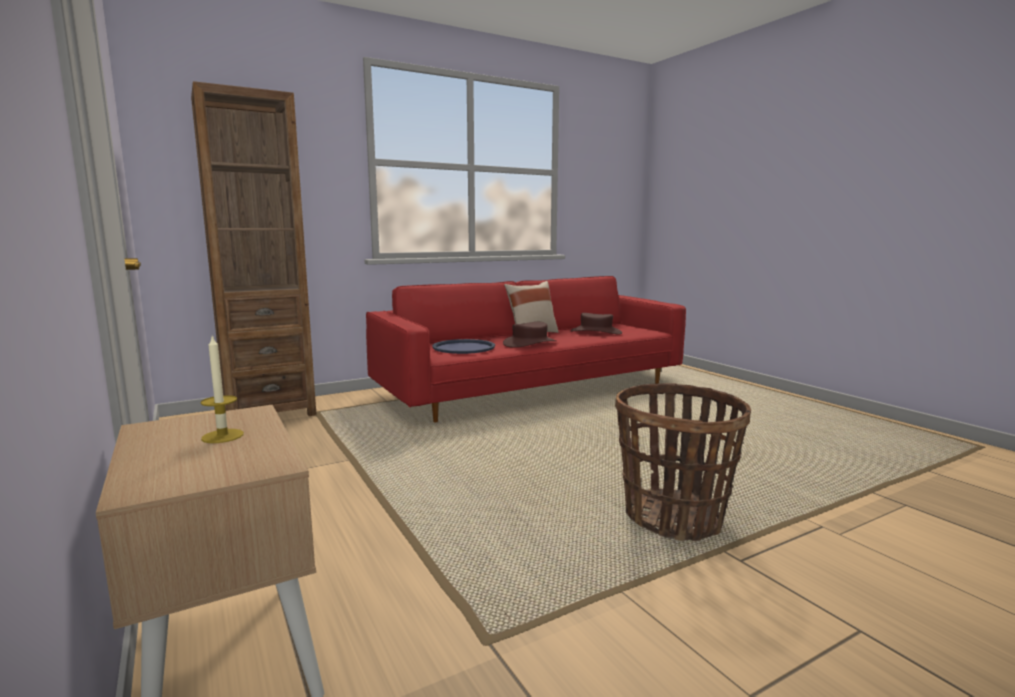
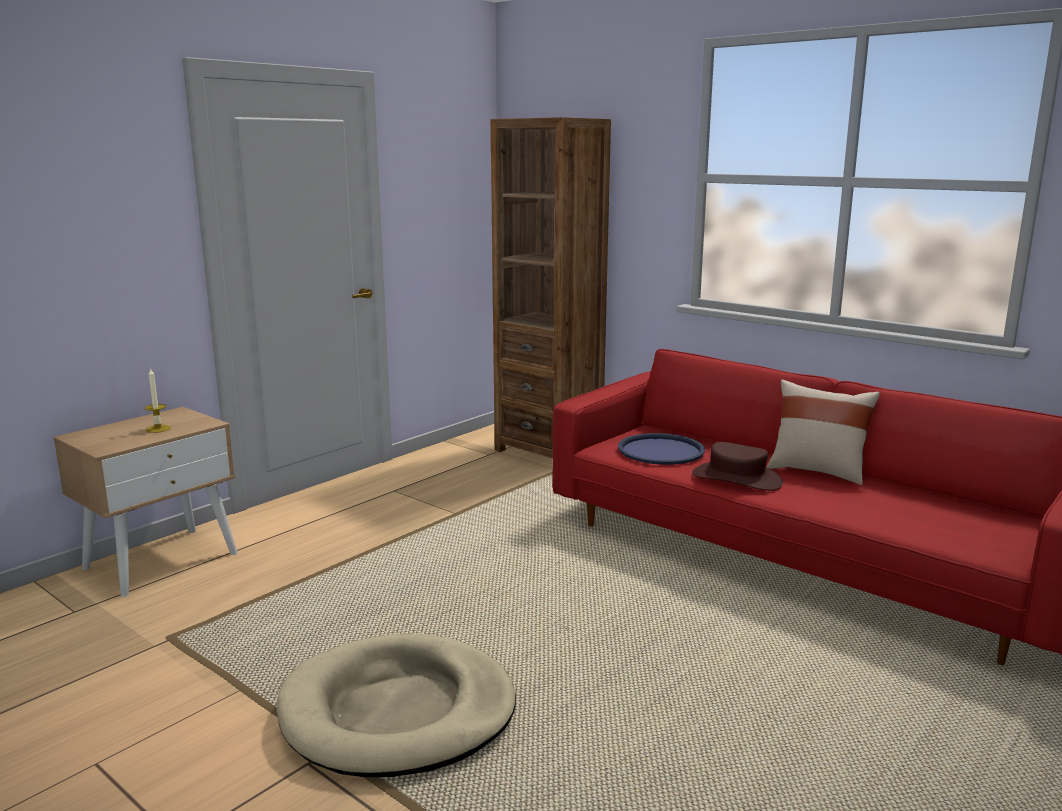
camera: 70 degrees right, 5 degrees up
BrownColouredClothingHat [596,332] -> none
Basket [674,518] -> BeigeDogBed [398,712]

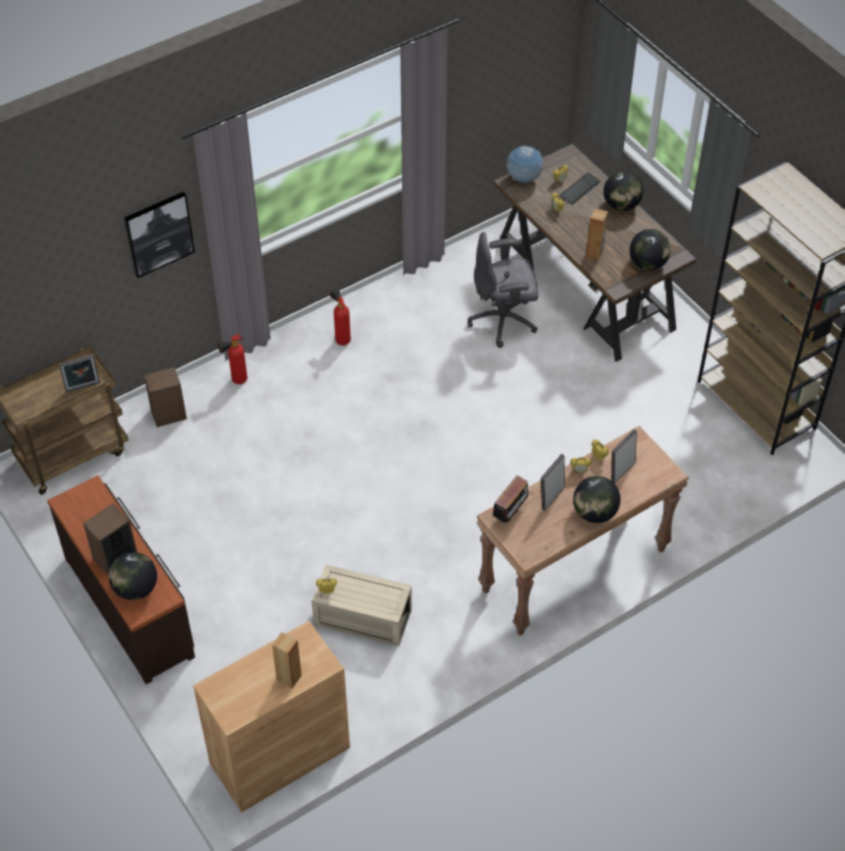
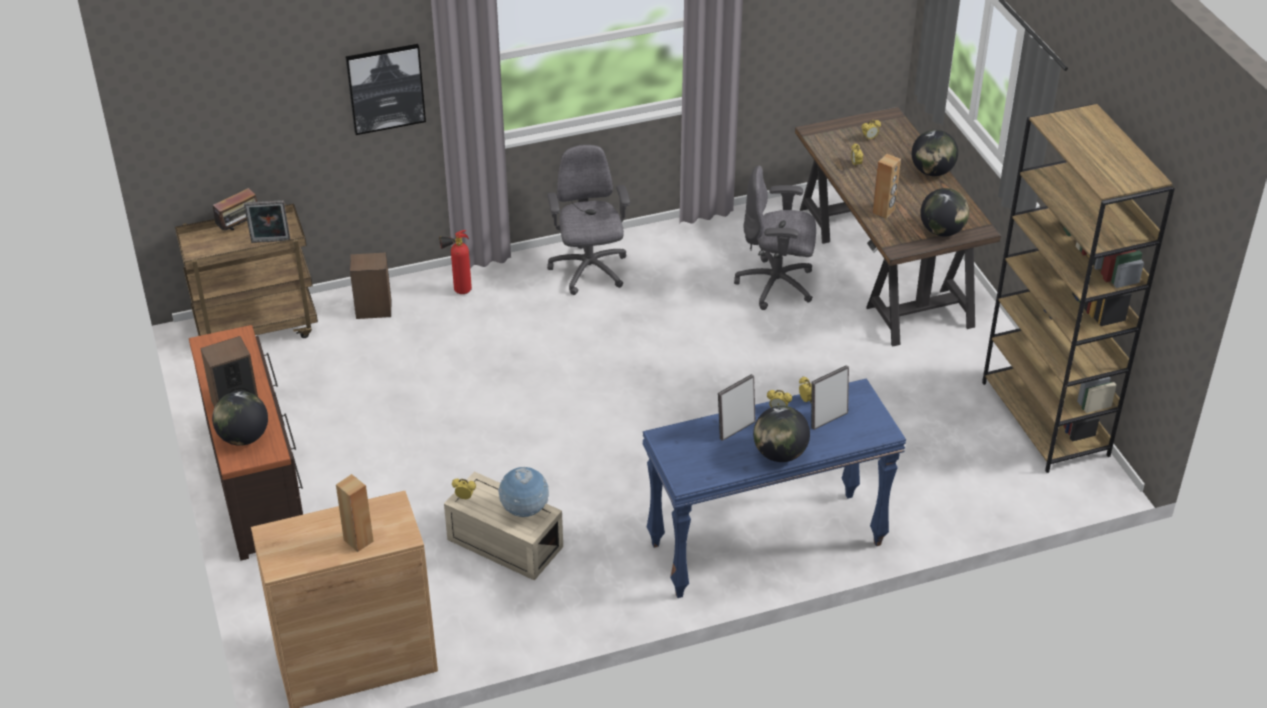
camera: 15 degrees right, 10 degrees down
FireExtinguisher [341,339] -> GrayDeskChair [589,271]
BrownColouredNarrowTable [574,571] -> BluishNarrowTable [766,546]
RadioReceiver [510,512] -> RadioReceiver [240,228], relocated
WorldGlobe [523,179] -> WorldGlobe [524,511], relocated
PcKeyboard [579,189] -> none

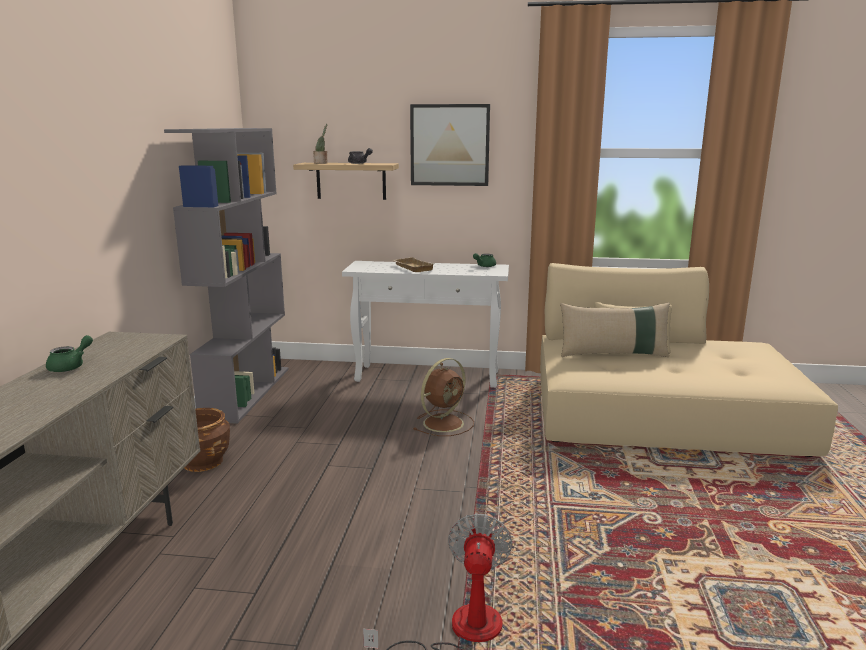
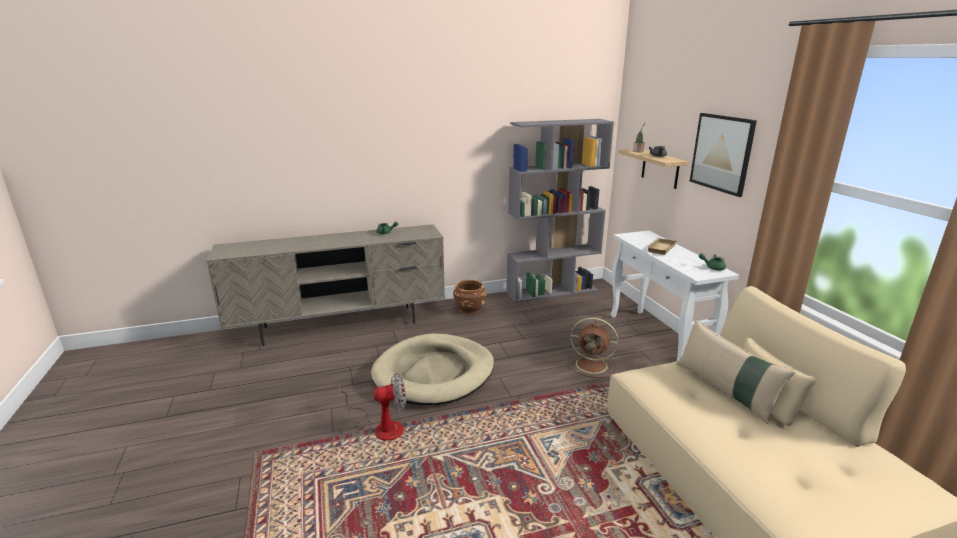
camera: 65 degrees right, 5 degrees up
none -> BeigeDogBed [434,373]

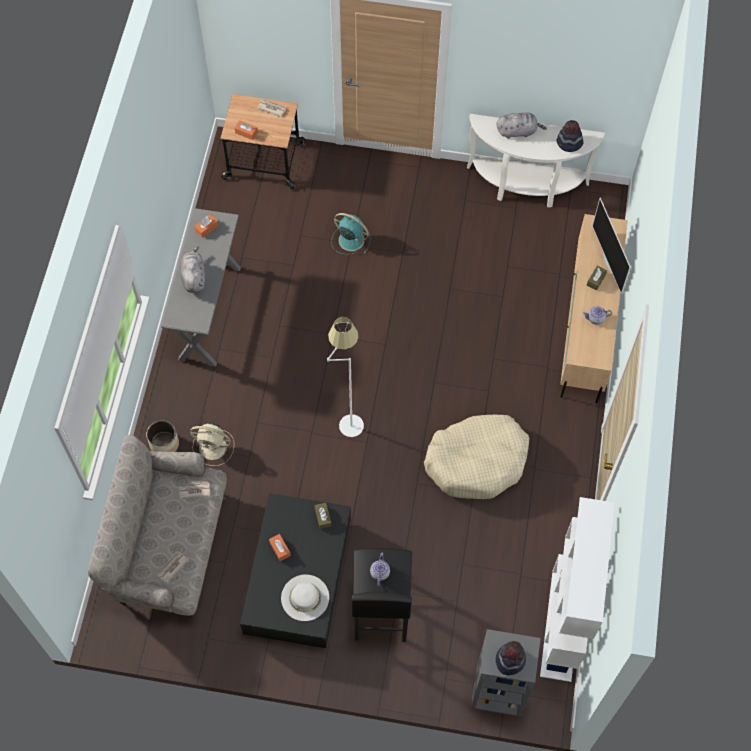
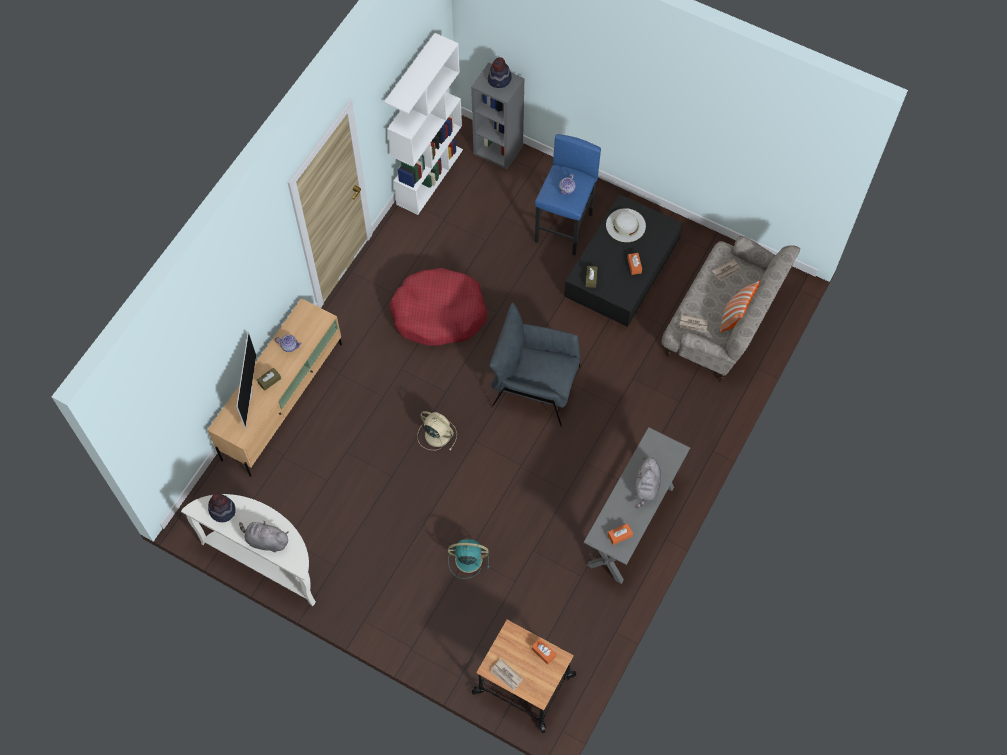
camera: 160 degrees left, 0 degrees up
PlantPot [164,443] -> none
BeigeCoolingFan [214,447] -> BeigeCoolingFan [436,434], relocated
WhitishFloorLamp [347,415] -> GrayArmchair [534,386]
TurquoiseCoolingFan [350,239] -> TurquoiseCoolingFan [467,559], 135 degrees clockwise
BlackishStoolSeat [380,610] -> BluishStoolSeat [564,228]
BeigeDogBed [477,461] -> RedColouredDogBed [438,314]
none -> ThrowPillow [735,317]

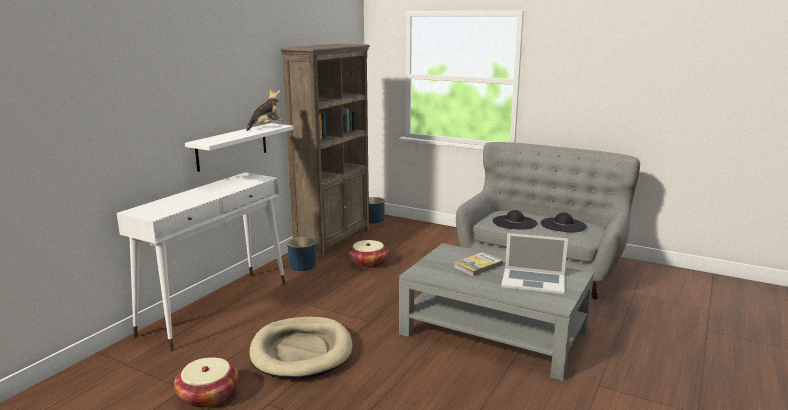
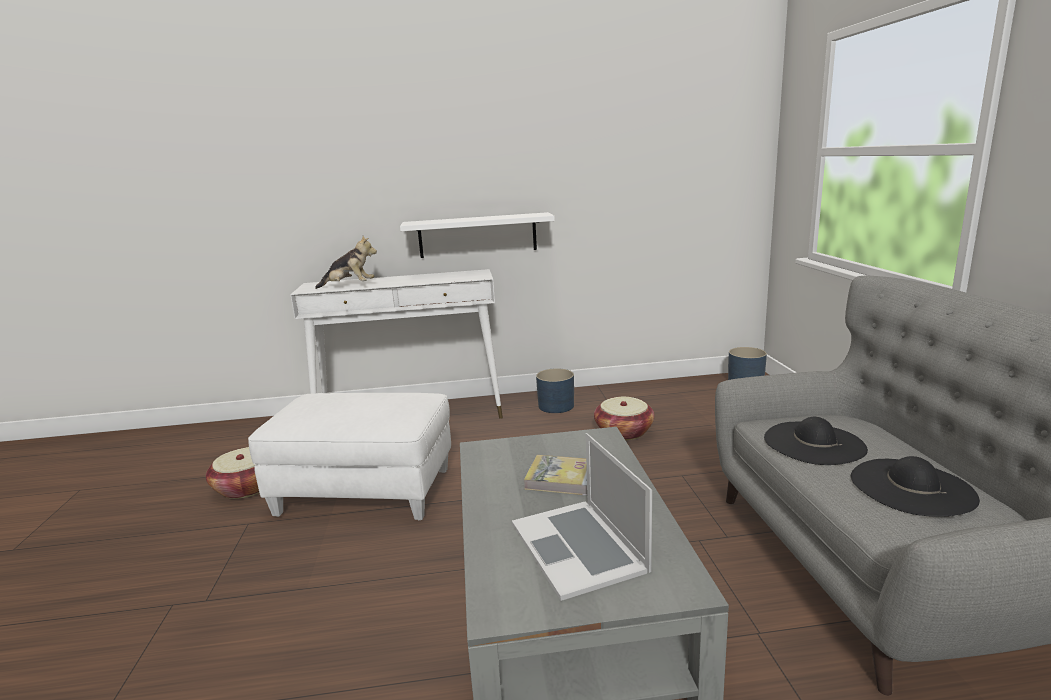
camera: 55 degrees right, 0 degrees up
CuddlyToy [266,127] -> CuddlyToy [349,286], relocated
BeigeDogBed [301,351] -> WhitishFootrest [366,492]
BrownColouredShelvingUnit [333,240] -> none

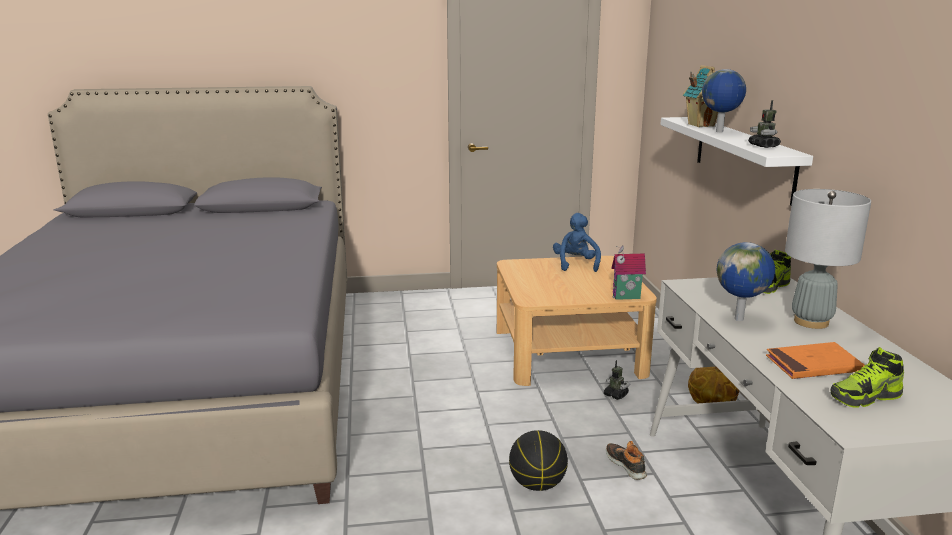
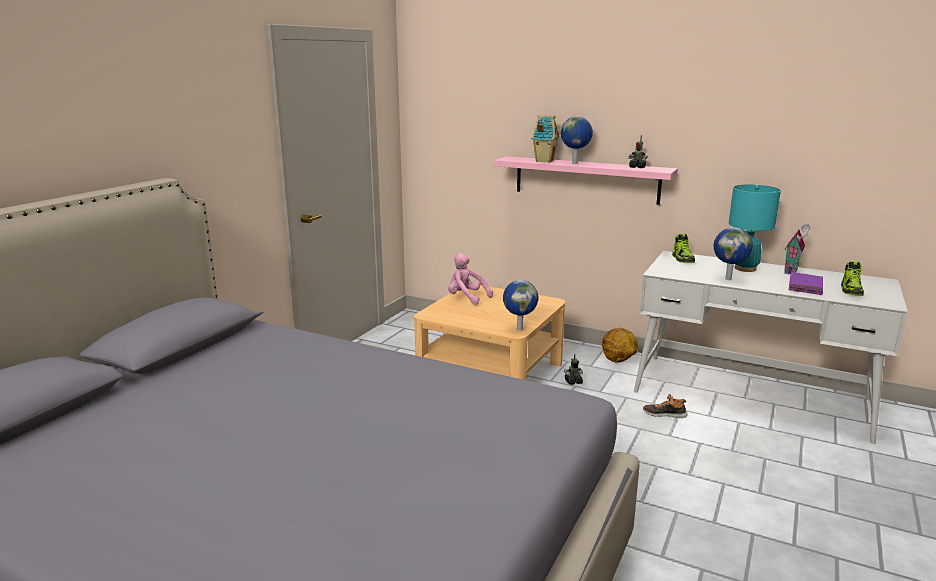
camera: 55 degrees left, 0 degrees up
Basketball [537,484] -> none
BluishCuddlyToy [575,264] -> PinkishCuddlyToy [466,298]
ToyHouse [626,297] -> ToyHouse [792,271], relocated
WhitishBracketShelf [743,157] -> PinkishBracketShelf [586,179]
OrangeyVolume [813,365] -> PurplishVolume [805,286]
GrayTabletopLamp [811,322] -> TurquoiseTabletopLamp [745,268]
none -> WorldGlobe [519,329]

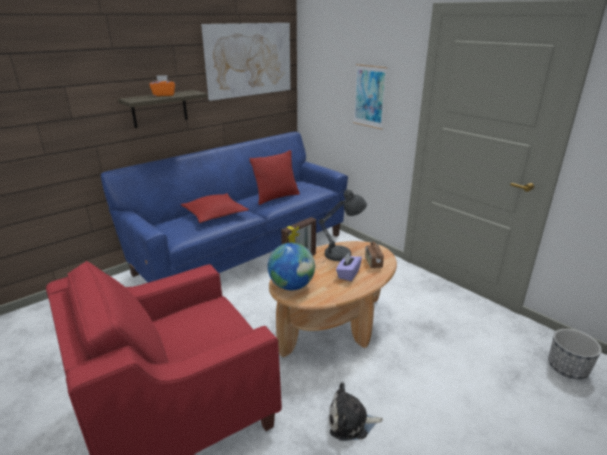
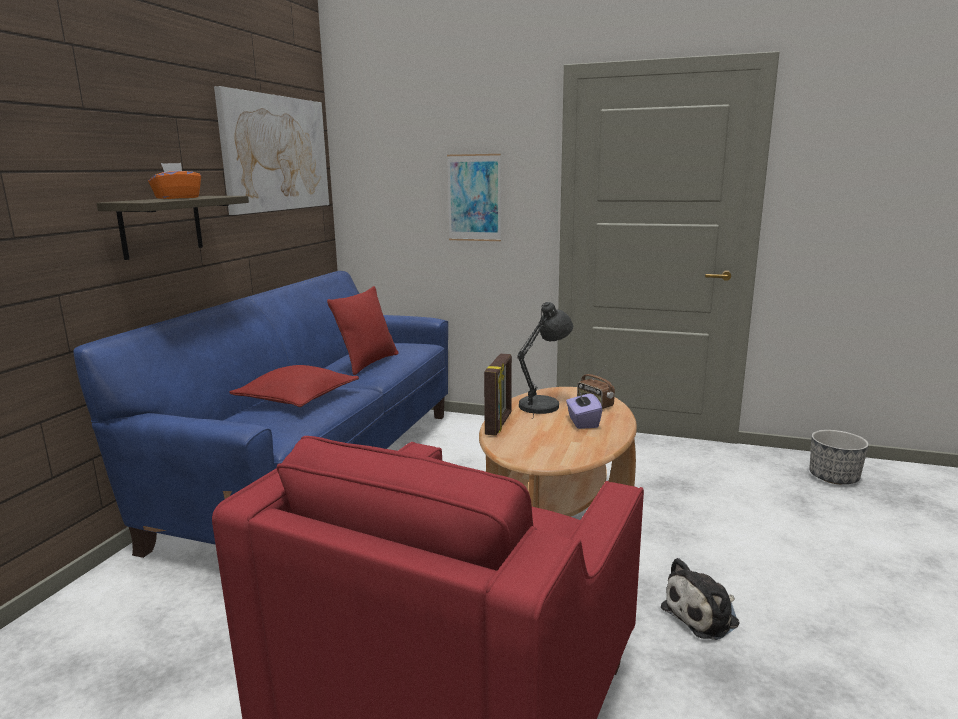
camera: 30 degrees left, 10 degrees down
WorldGlobe [291,286] -> none

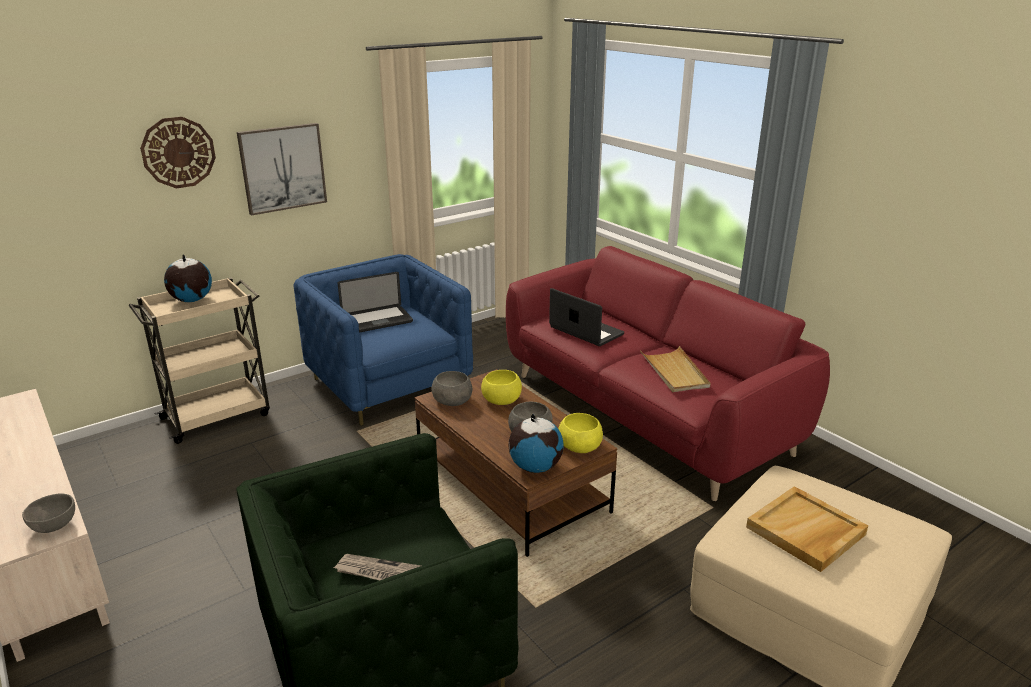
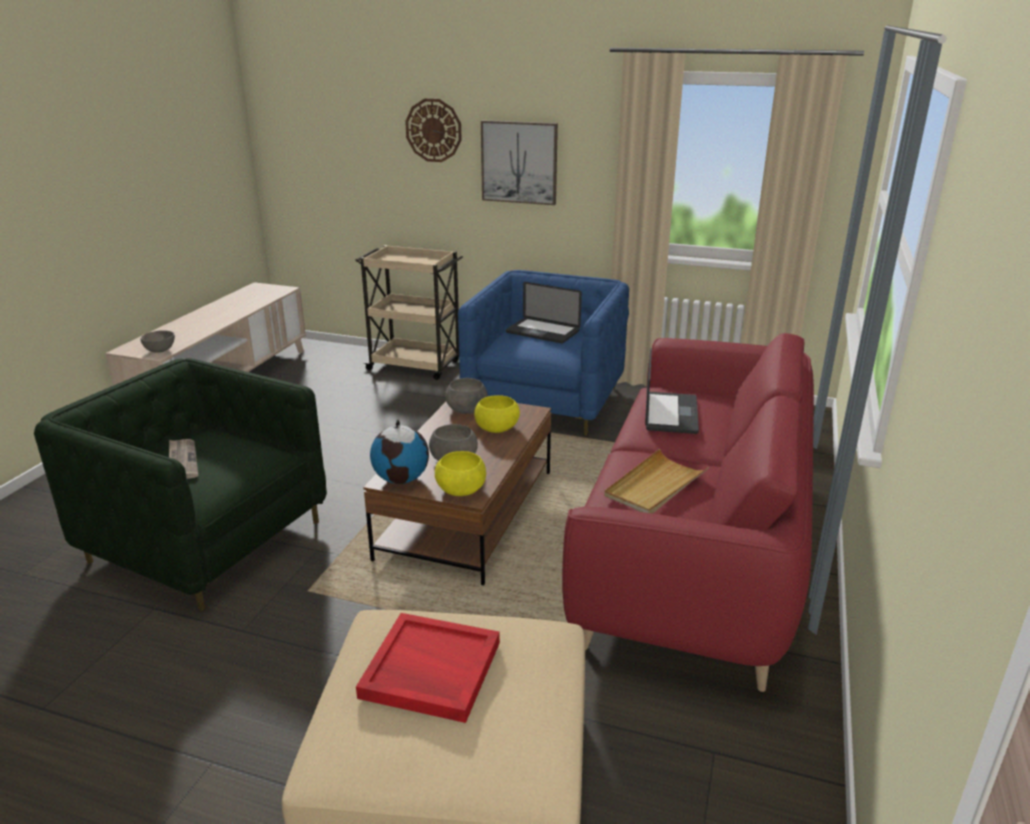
camera: 55 degrees right, 0 degrees up
WorldGlobe [191,300] -> none
BeigeTray [805,531] -> RedColouredTray [429,670]

